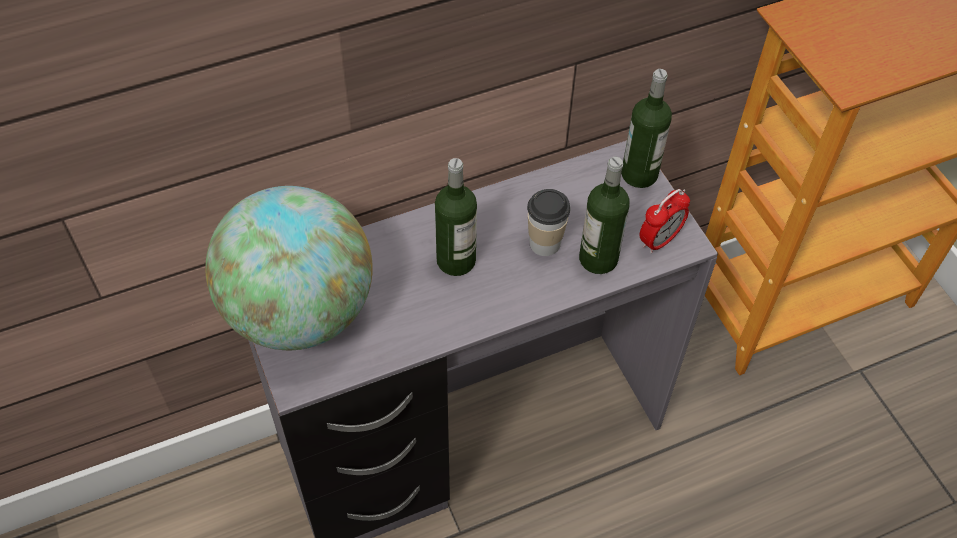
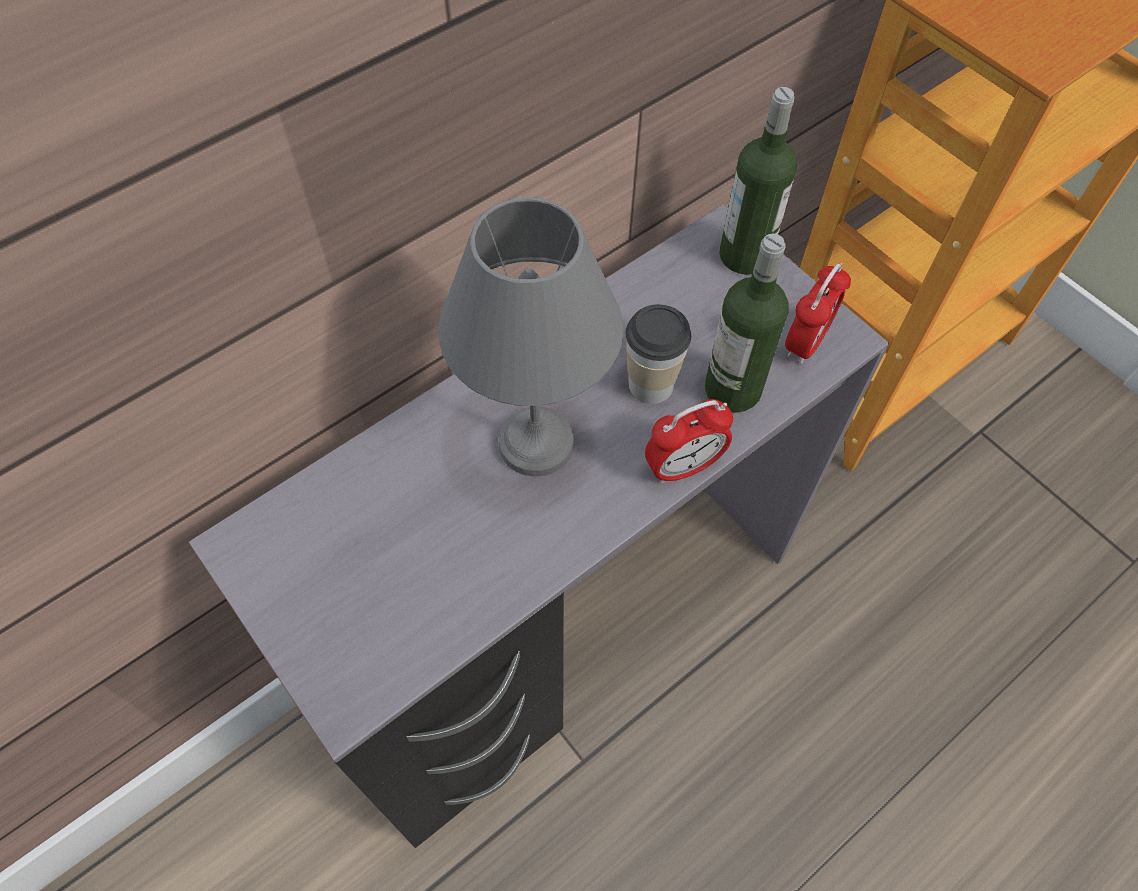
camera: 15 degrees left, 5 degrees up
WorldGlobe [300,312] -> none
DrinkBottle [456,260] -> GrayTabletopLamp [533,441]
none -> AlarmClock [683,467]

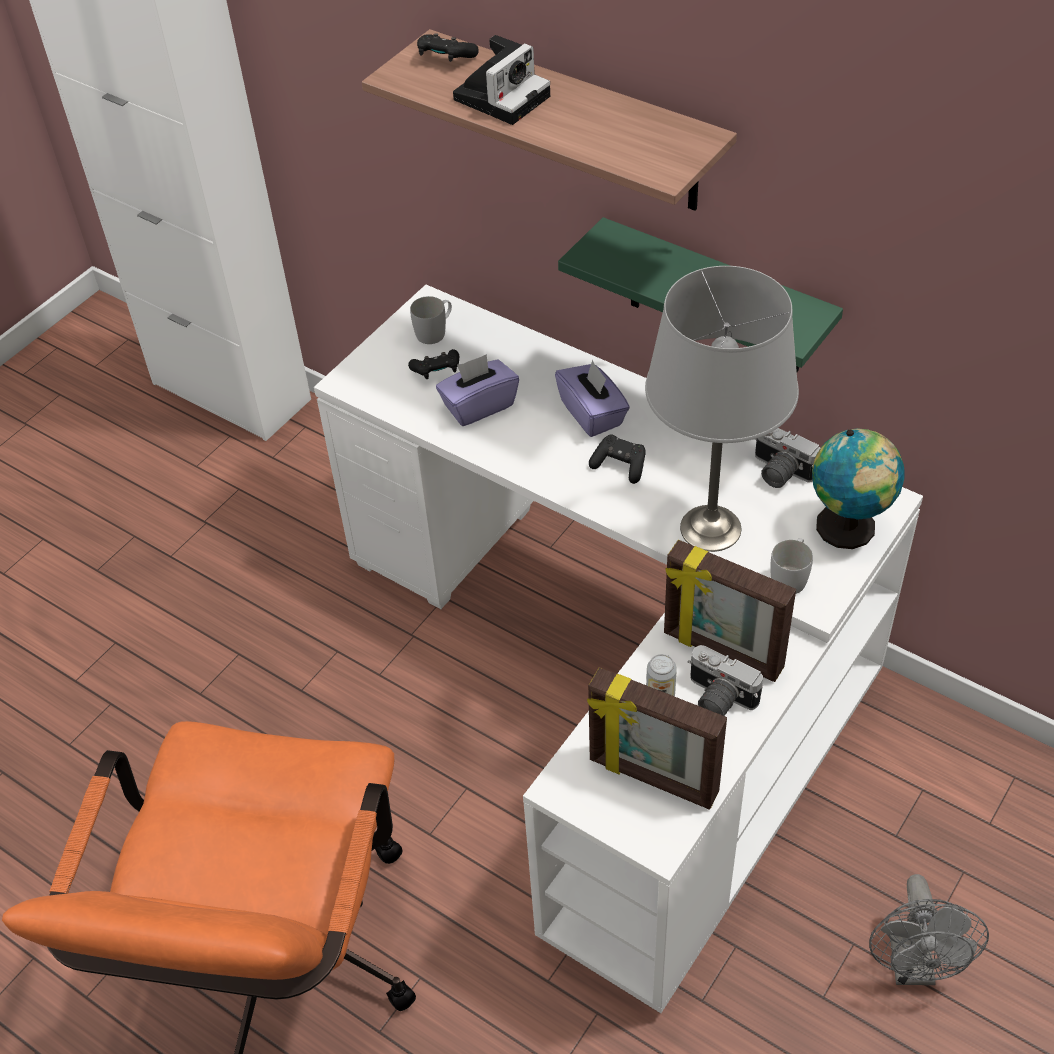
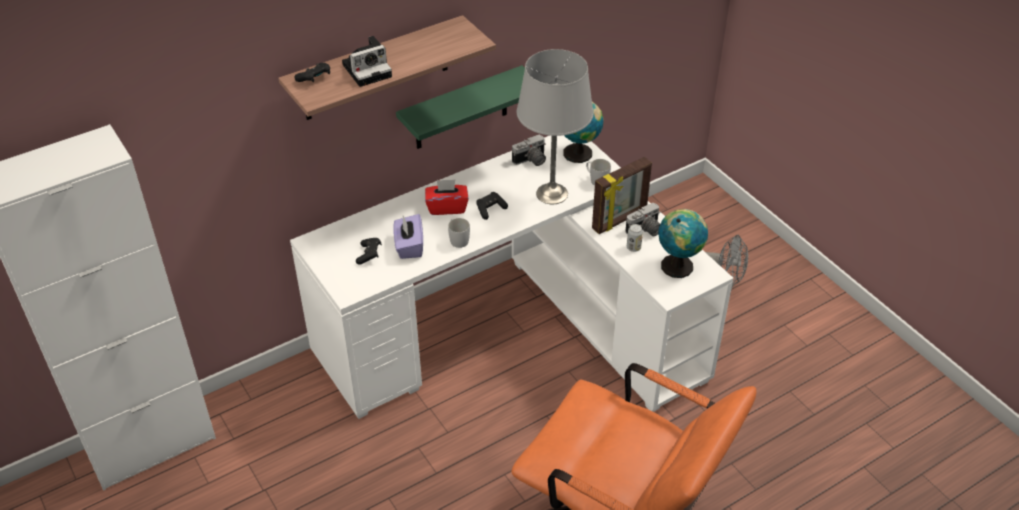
camera: 70 degrees left, 5 degrees down
WhitishMug [435,331] -> WhitishMug [457,239], relocated
PhotoCamera [503,96] -> PhotoCamera [368,69], 90 degrees clockwise
PurplishTissueBox [592,414] -> RedColouredTissueBox [447,207]
StandingFrame [652,778] -> WorldGlobe [678,265]

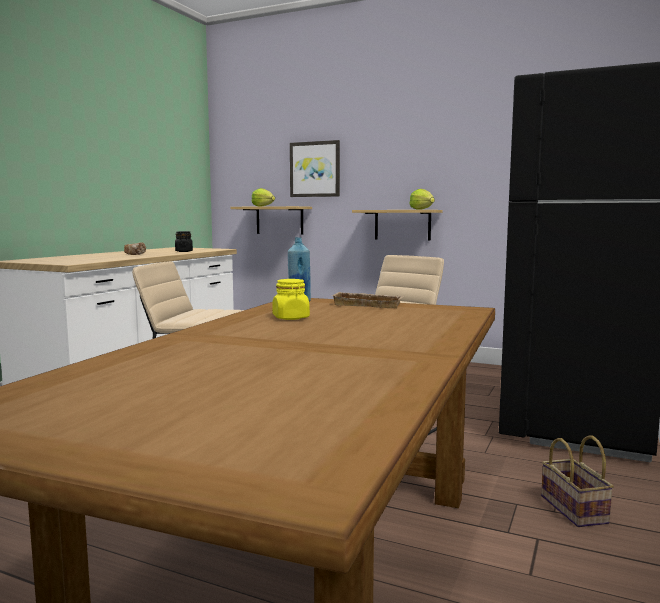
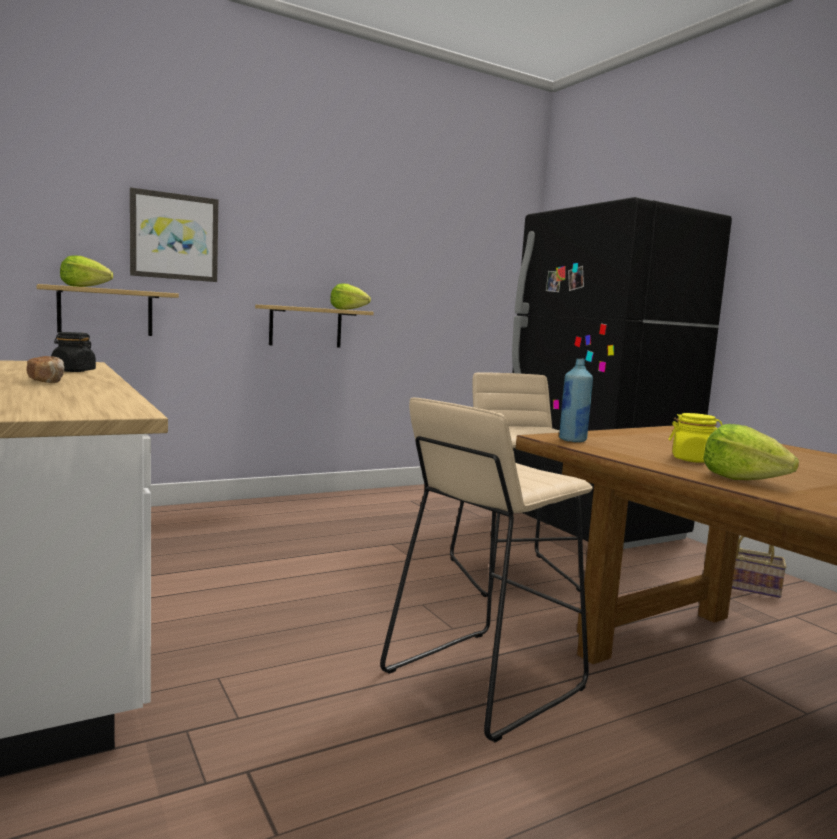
camera: 55 degrees left, 0 degrees up
BeigeTray [369,304] -> none
none -> Lettuce [742,479]

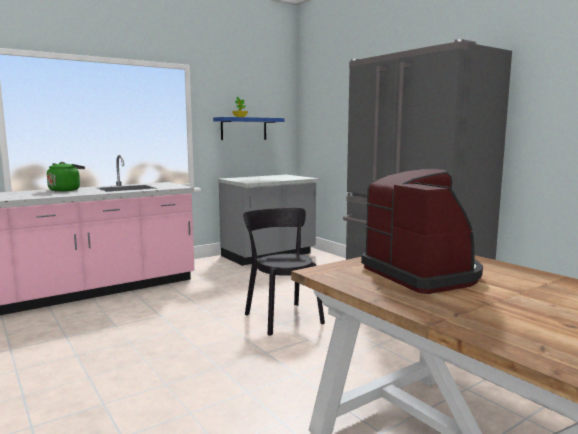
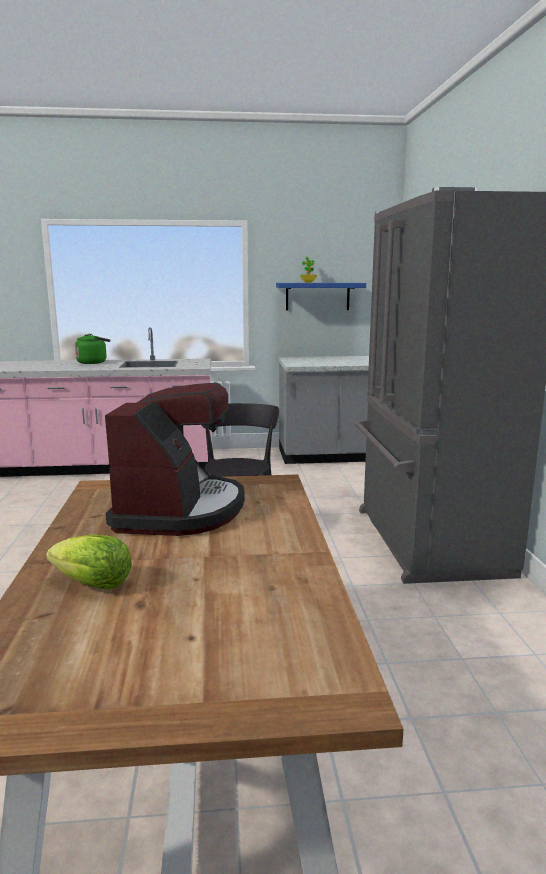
camera: 30 degrees right, 5 degrees up
none -> Lettuce [93,585]

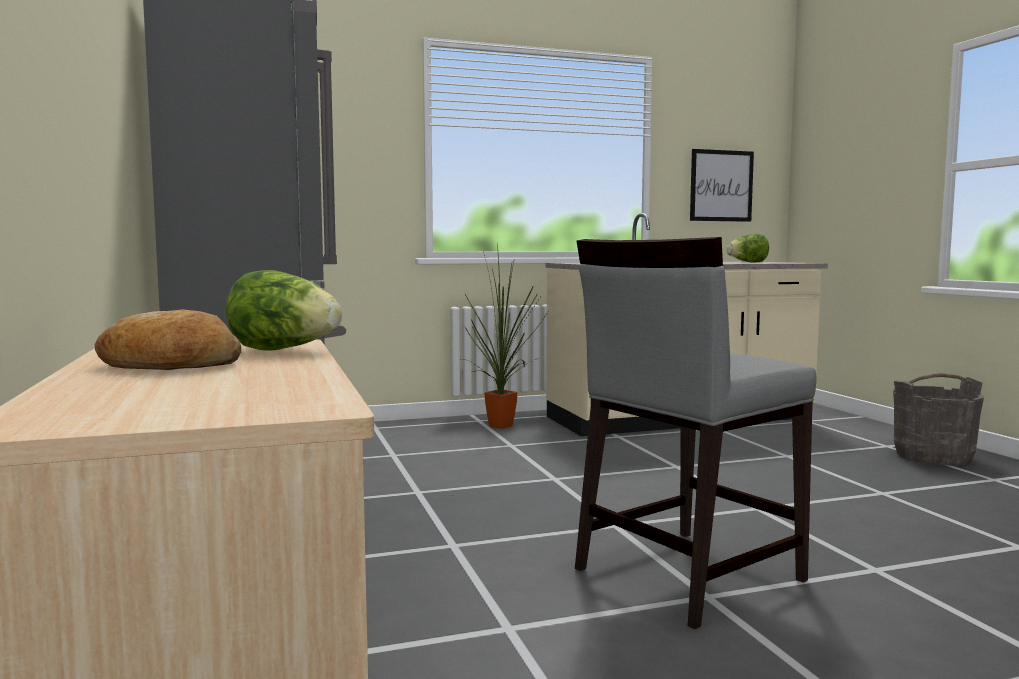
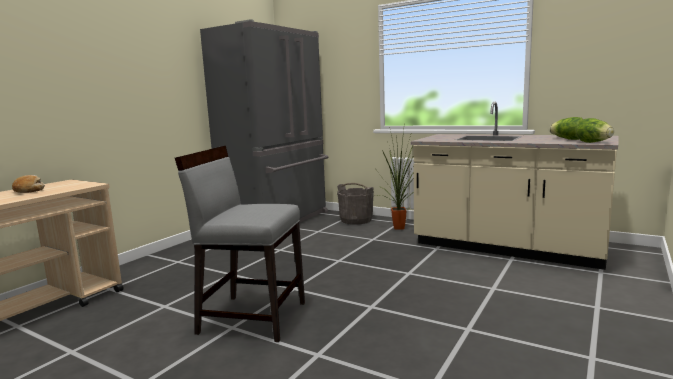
camera: 50 degrees right, 5 degrees up
Lettuce [285,350] -> Lettuce [594,142], relocated
Picture [721,186] -> none
GrayBucket [933,456] -> GrayBucket [356,220], relocated

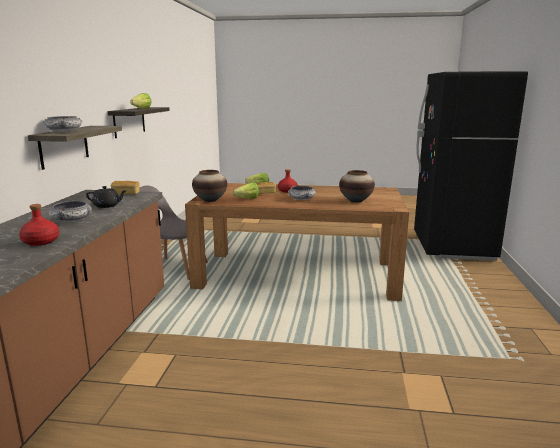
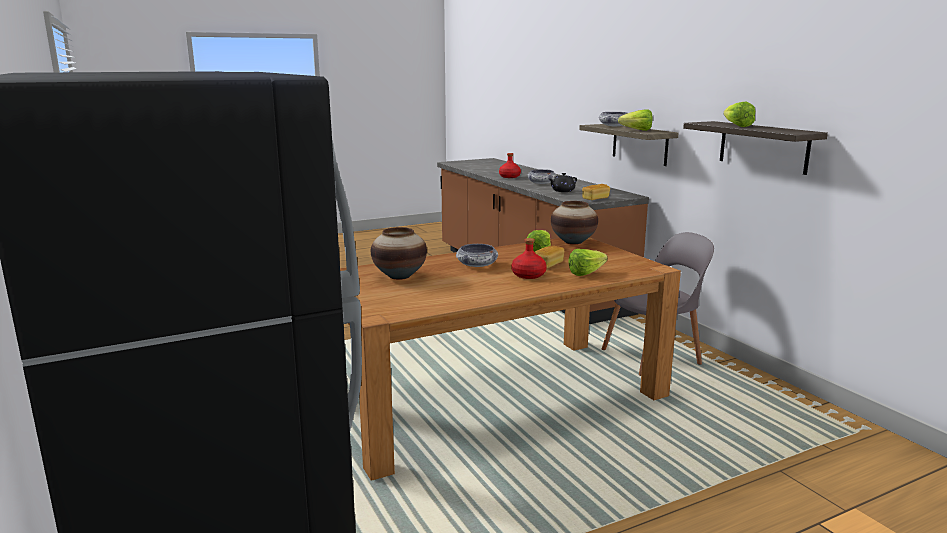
camera: 145 degrees right, 0 degrees up
none -> Lettuce [634,130]

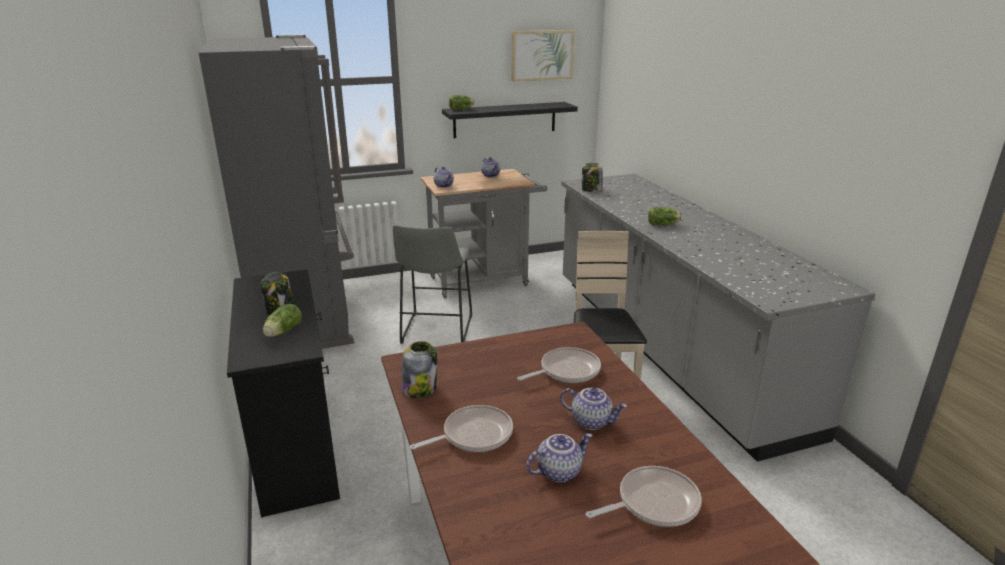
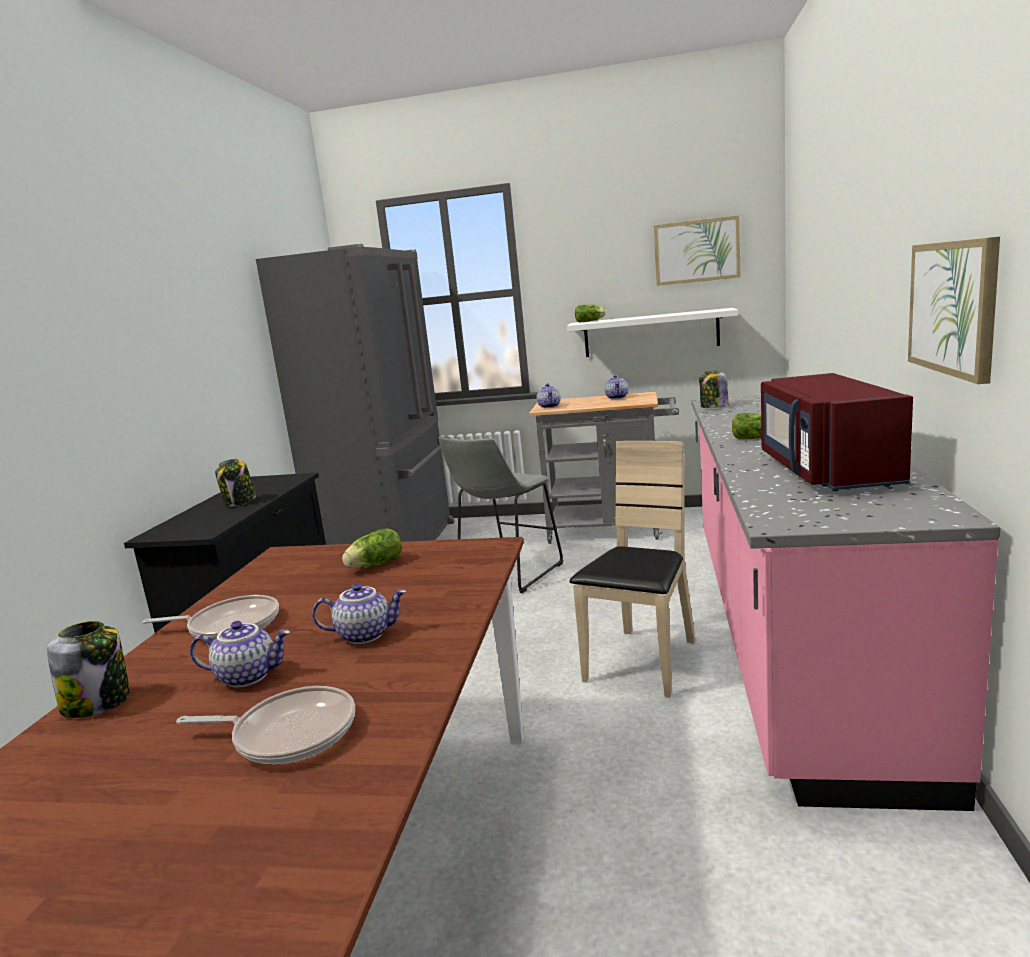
camera: 30 degrees right, 10 degrees down
Lettuce [282,332] -> Lettuce [373,566], relocated
StorageJar [419,388] -> StorageJar [98,703], relocated
BlackishBracketShelf [505,119] -> WhitishBracketShelf [651,333]
FryingPan [566,371] -> none
PotForTea [592,421] -> PotForTea [365,634], 60 degrees counterclockwise
GrayCounter [667,348] -> PinkishCounter [788,631]
none -> RedColouredMicrowave [825,471]
none -> Picture [953,307]

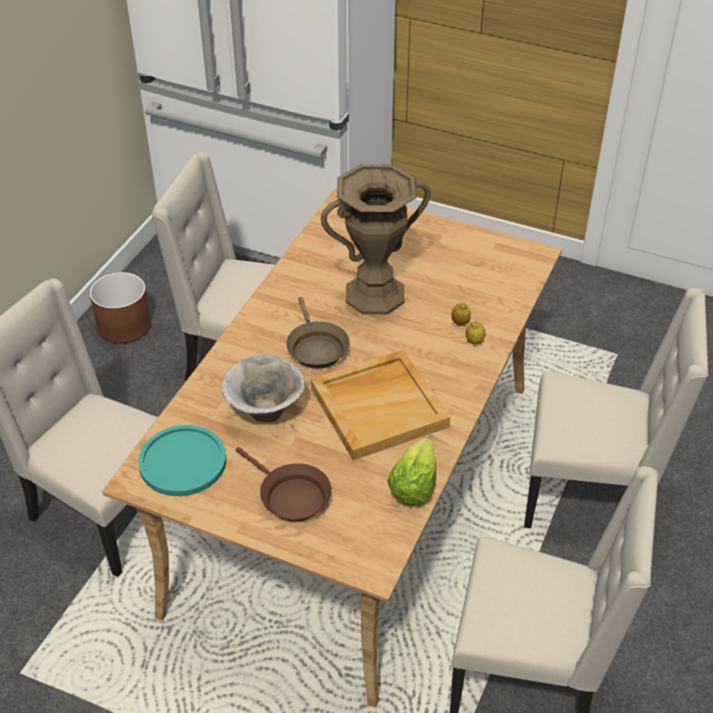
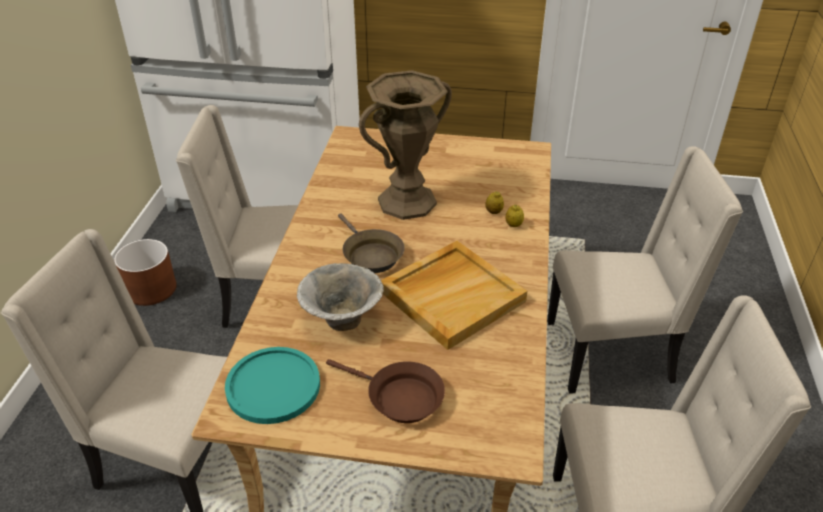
camera: 15 degrees left, 5 degrees down
Lettuce [413,487] -> none

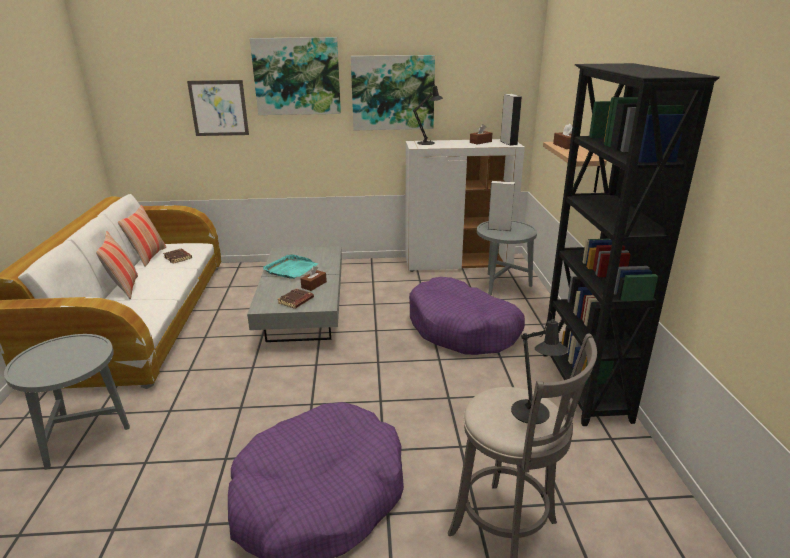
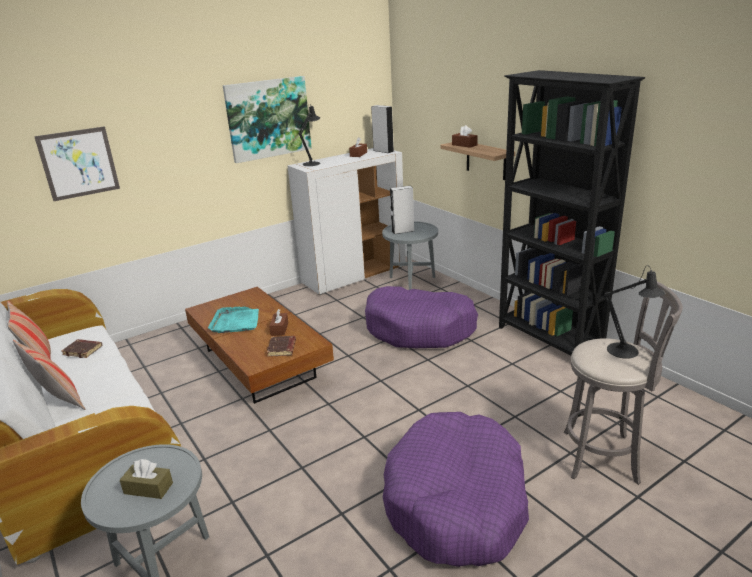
camera: 30 degrees left, 0 degrees up
GrayLowTable [303,312] -> BrownColouredLowTable [258,364]
Picture [297,76] -> none
none -> BrownColouredTissueBox [148,488]

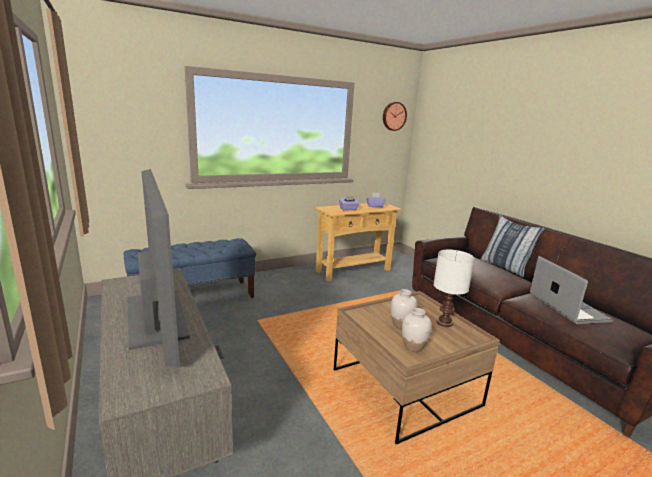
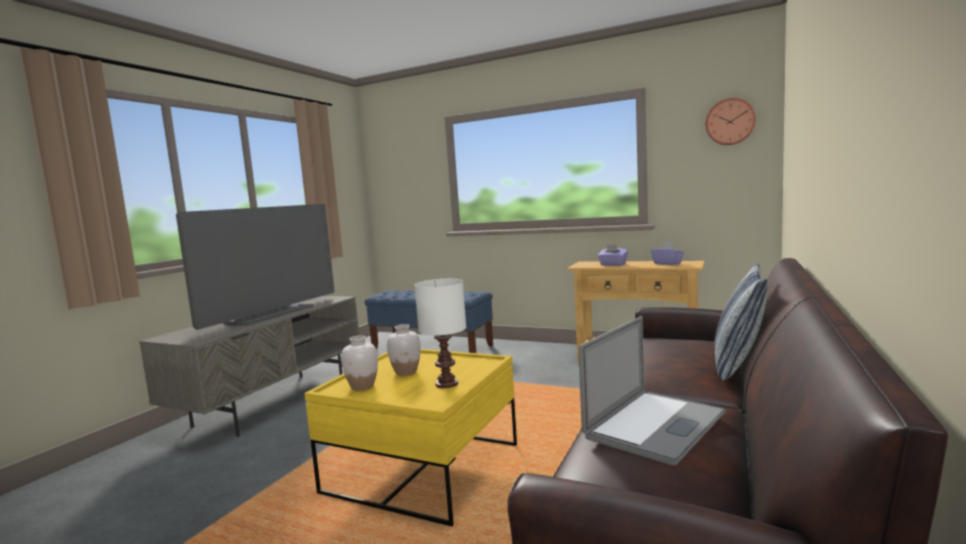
camera: 55 degrees right, 10 degrees down
BrownColouredLowTable [405,387] -> YellowishLowTable [423,468]

